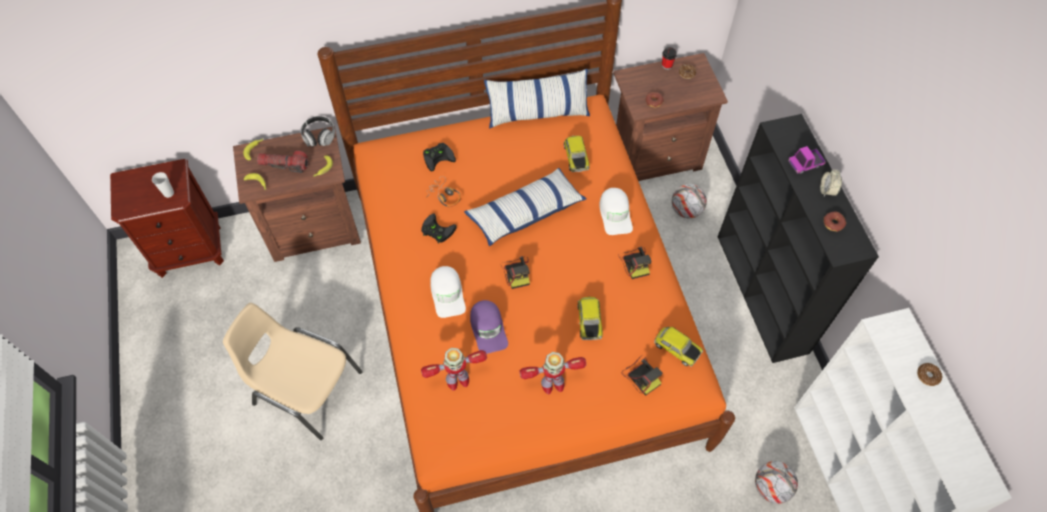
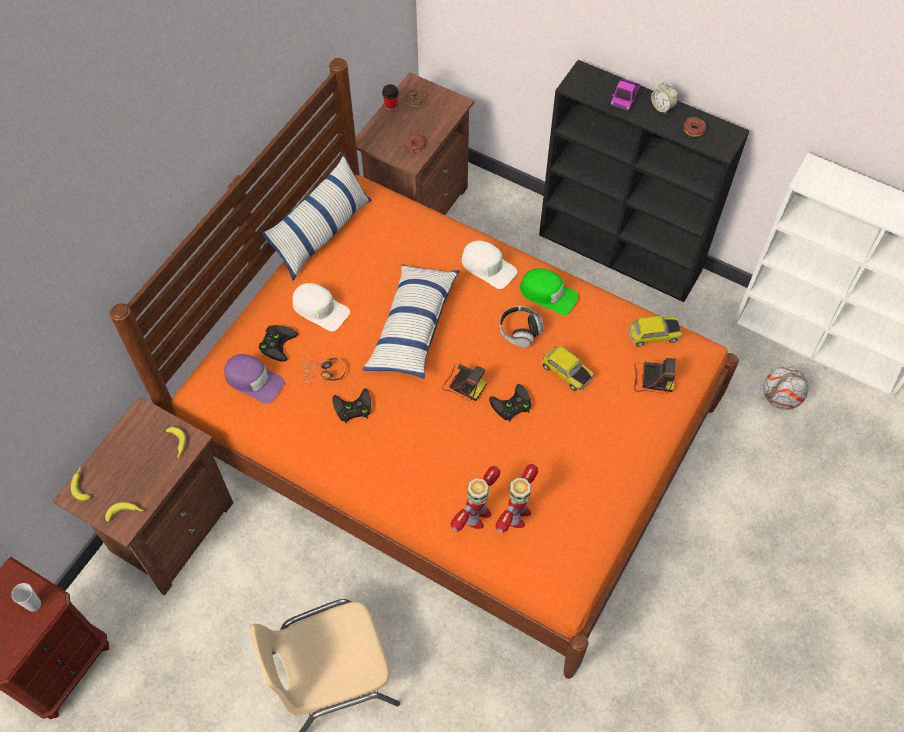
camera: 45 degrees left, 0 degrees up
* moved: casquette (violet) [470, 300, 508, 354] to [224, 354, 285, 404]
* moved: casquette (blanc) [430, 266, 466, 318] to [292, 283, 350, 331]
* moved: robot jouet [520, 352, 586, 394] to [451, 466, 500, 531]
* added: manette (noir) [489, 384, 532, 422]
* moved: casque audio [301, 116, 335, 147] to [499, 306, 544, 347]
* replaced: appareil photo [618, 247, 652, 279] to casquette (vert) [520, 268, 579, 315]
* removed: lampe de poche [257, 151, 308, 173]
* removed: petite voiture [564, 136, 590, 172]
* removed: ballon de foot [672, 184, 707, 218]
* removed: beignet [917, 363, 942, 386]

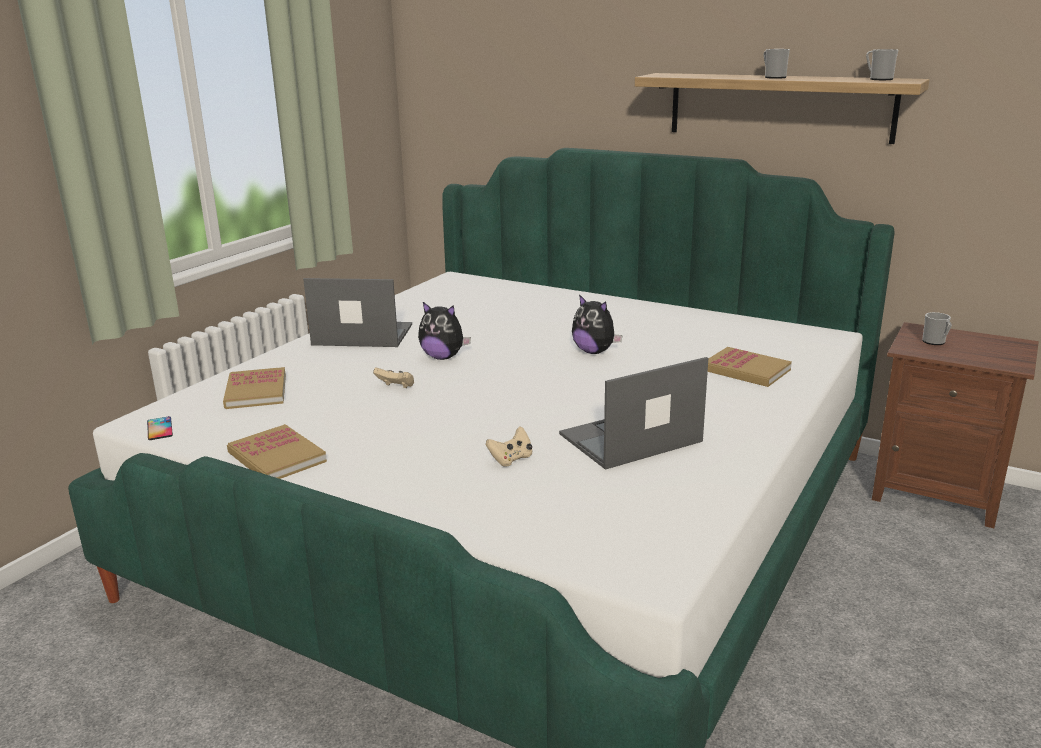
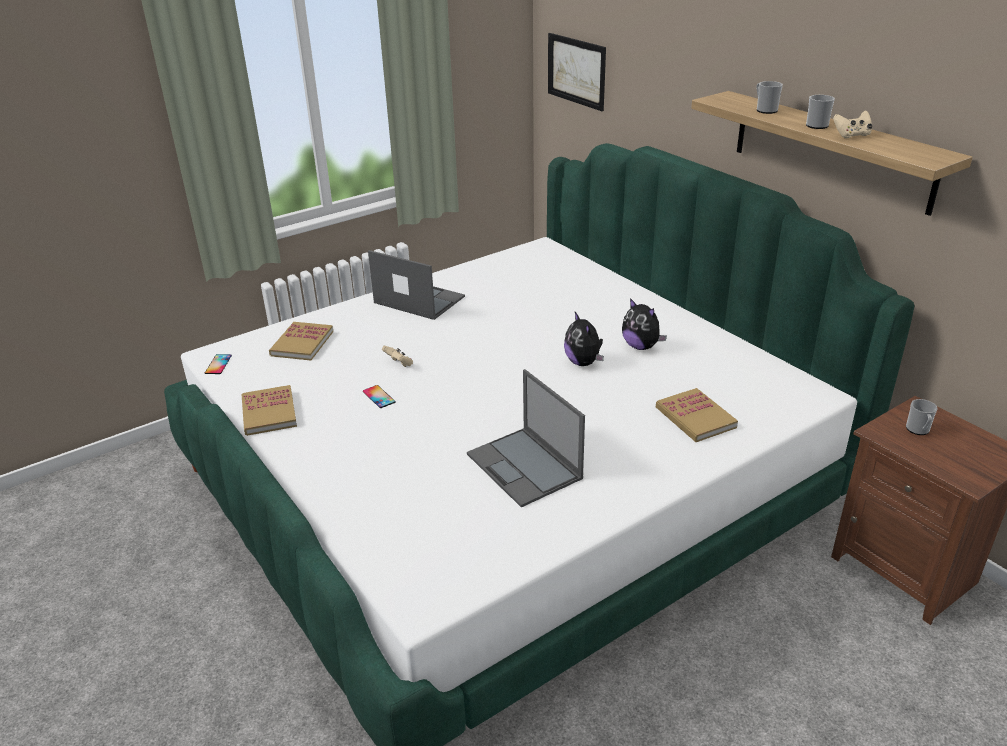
camera: 25 degrees right, 10 degrees up
* added: téléphone [363, 385, 396, 408]
* turned: ordinateur portable [559, 357, 708, 470] = [467, 369, 585, 508] 120 degrees counterclockwise
* added: tableau [548, 33, 606, 111]
* moved: peluche [418, 302, 471, 360] to [622, 298, 667, 350]
* moved: mug [866, 49, 898, 80] to [756, 81, 783, 114]
* moved: manette (beige) [486, 426, 532, 467] to [833, 110, 872, 138]

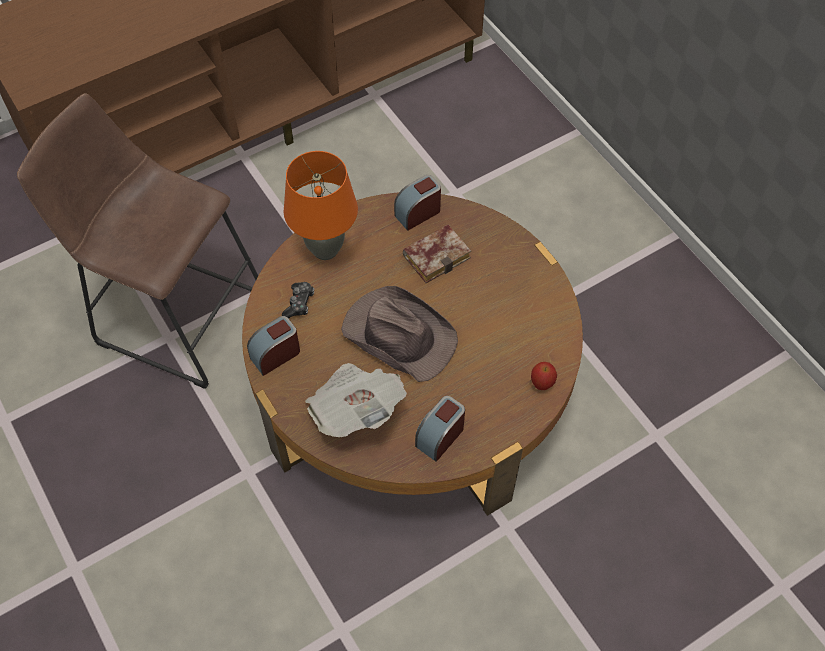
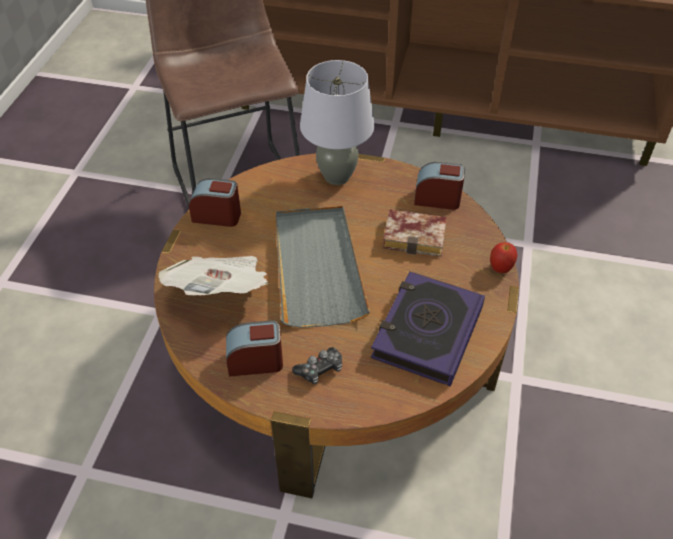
camera: 45 degrees right, 10 degrees down
* replaced: chapeau (marron) [341, 286, 458, 382] to plateau (gris) [276, 206, 370, 328]
* moved: manette [282, 282, 314, 318] to [292, 347, 342, 384]
* recoloured: lampe de table (orange) [283, 151, 358, 260] to lampe de table (gris) [300, 60, 375, 185]
* added: livre [371, 271, 485, 386]
* moved: pomme [531, 362, 557, 390] to [490, 242, 518, 273]

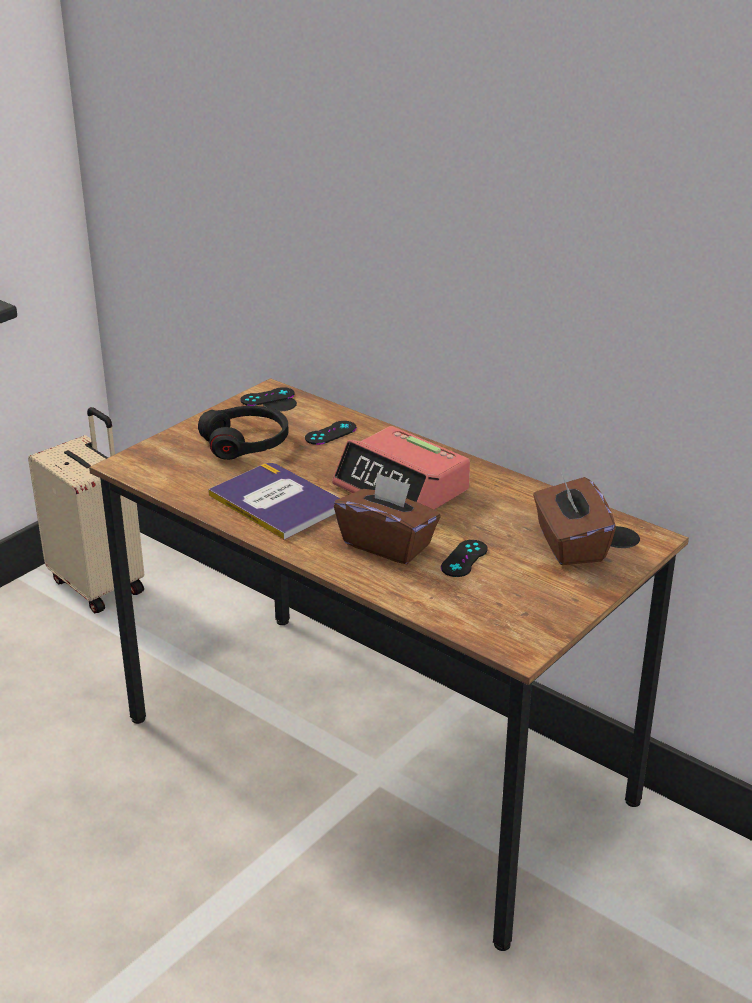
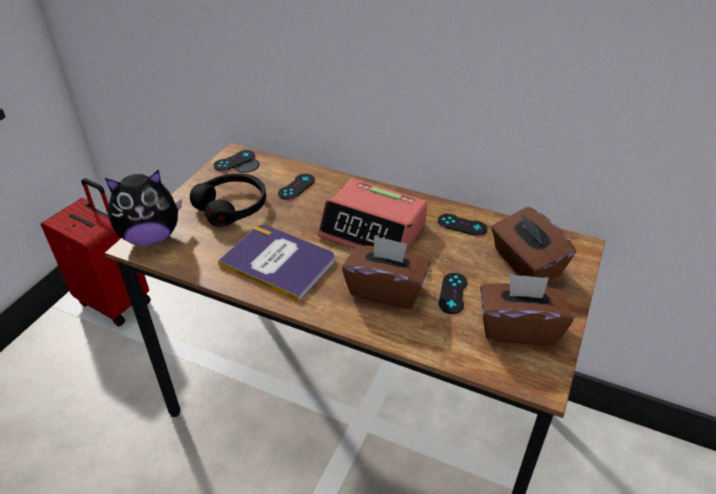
camera: 15 degrees left, 10 degrees up
* recoloured: valise (beige) [28, 407, 144, 613] to valise (rouge) [41, 178, 151, 326]
* added: peluche [105, 170, 182, 246]
* added: manette (noir) [438, 214, 487, 236]
* added: boîte à mouchoirs (marron) [480, 274, 574, 345]

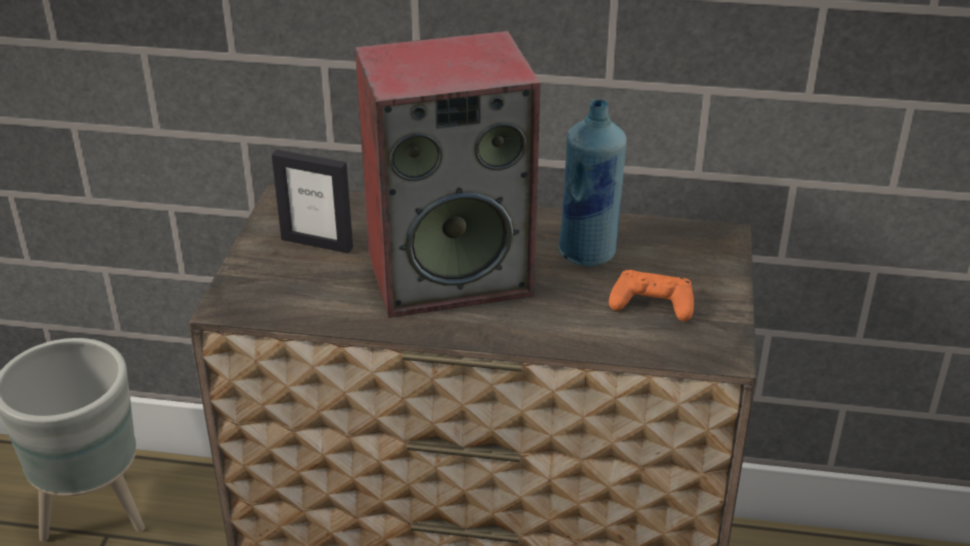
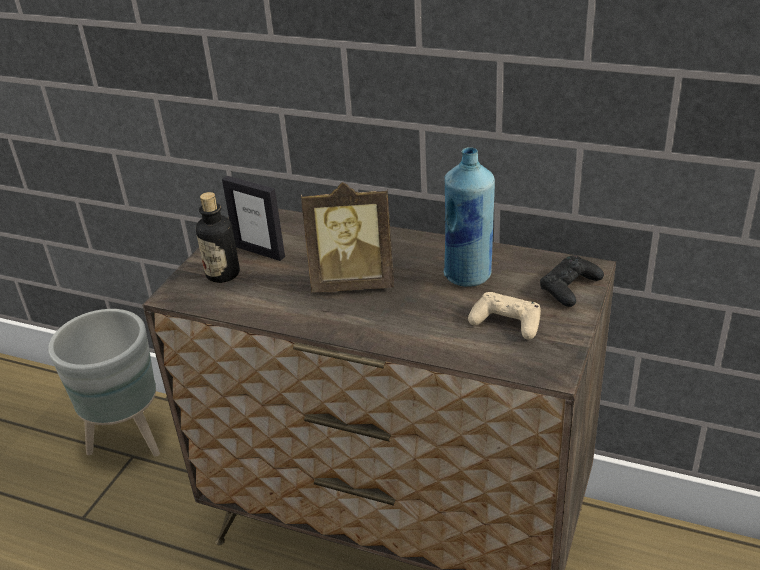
camera: 15 degrees right, 0 degrees up
* added: bouteille [196, 192, 240, 283]
* replaced: enceinte [355, 31, 541, 318] to cadre photo [301, 182, 394, 293]
* recoloured: manette (orange) [609, 270, 694, 322] to manette (beige) [468, 292, 541, 340]
* added: manette (noir) [540, 255, 604, 307]

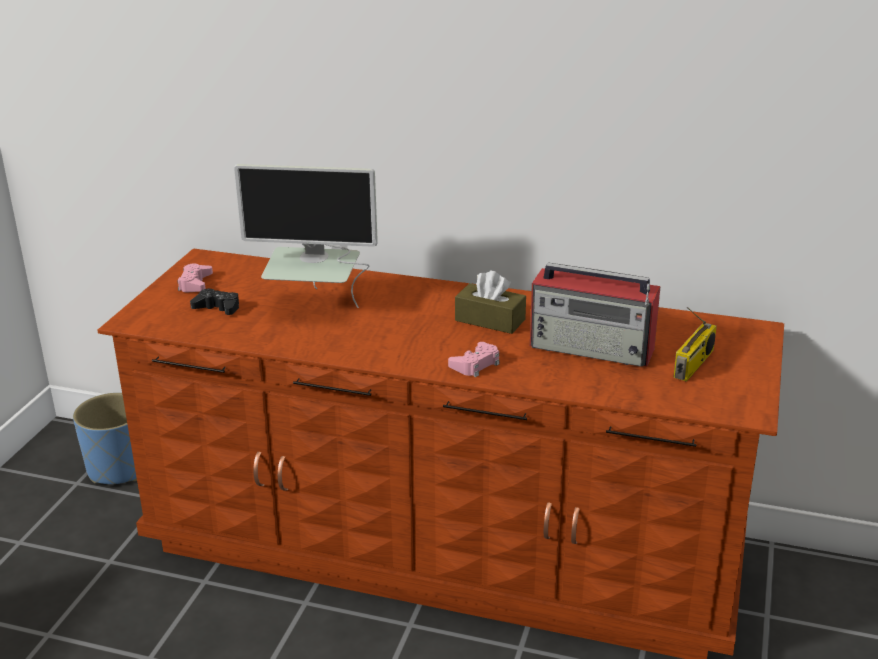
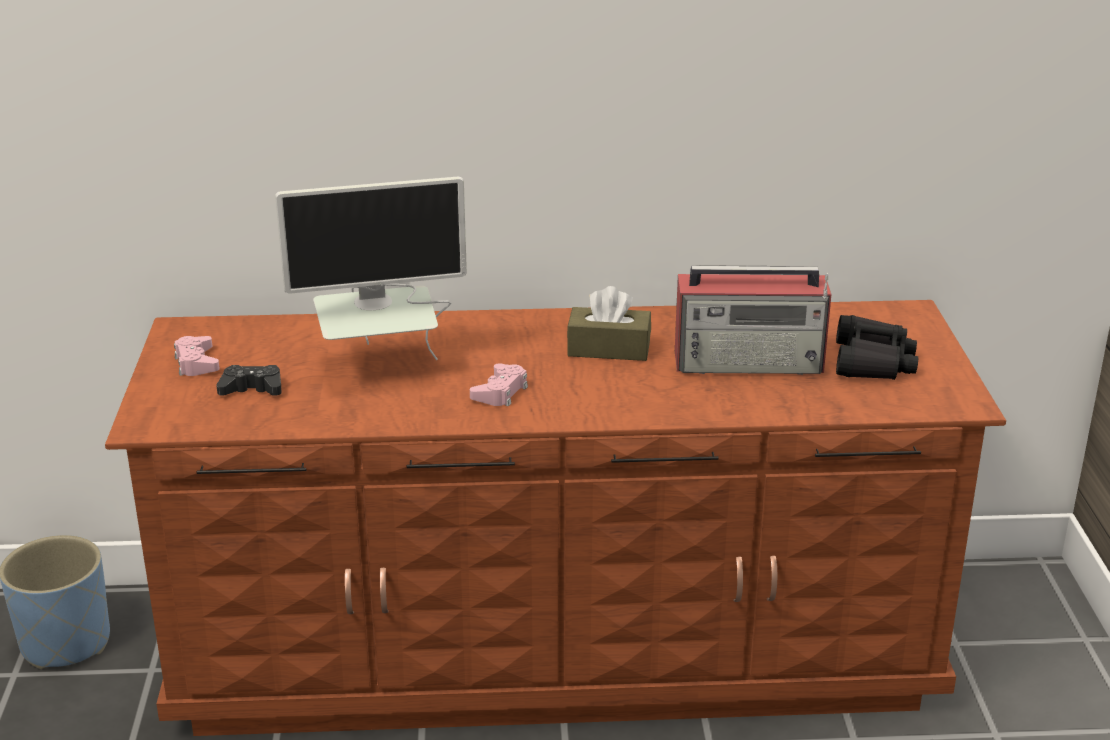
camera: 20 degrees left, 0 degrees up
* moved: manette (rose) [448, 342, 500, 377] to [470, 363, 528, 406]
* replaced: radio [673, 307, 717, 382] to jumelles (noir) [836, 315, 918, 380]

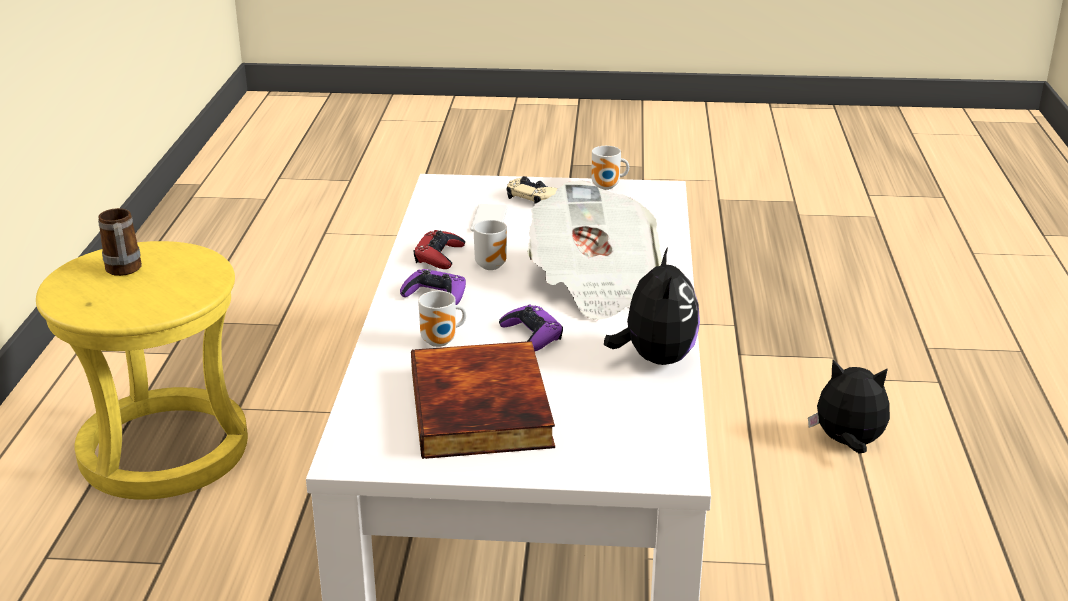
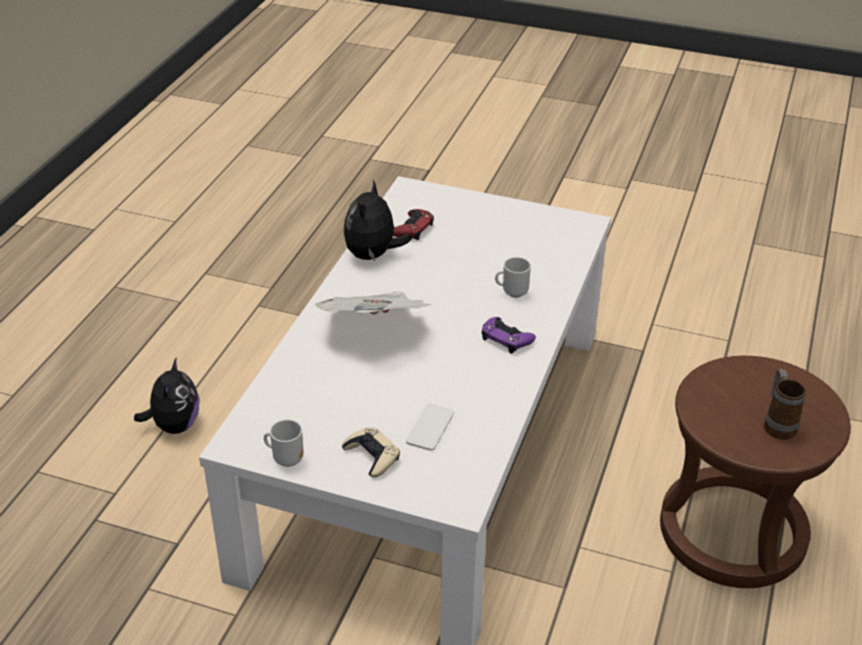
camera: 165 degrees left, 10 degrees up
* turned: peluche [808, 359, 890, 454] = [134, 358, 200, 434] 120 degrees counterclockwise
* moved: manette (rouge) [413, 230, 465, 269] to [393, 209, 434, 240]
* recoloured: tabouret (jaune) [36, 241, 248, 500] to tabouret (marron) [660, 356, 851, 588]
* removed: livre [411, 341, 555, 459]
* removed: mug [473, 220, 507, 270]
* removed: manette (violet) [499, 305, 563, 351]

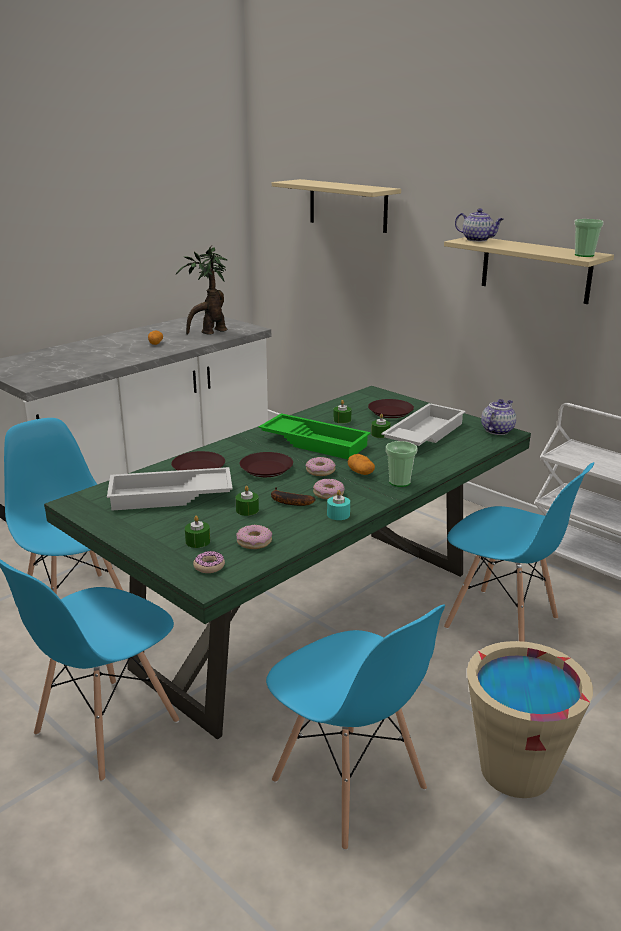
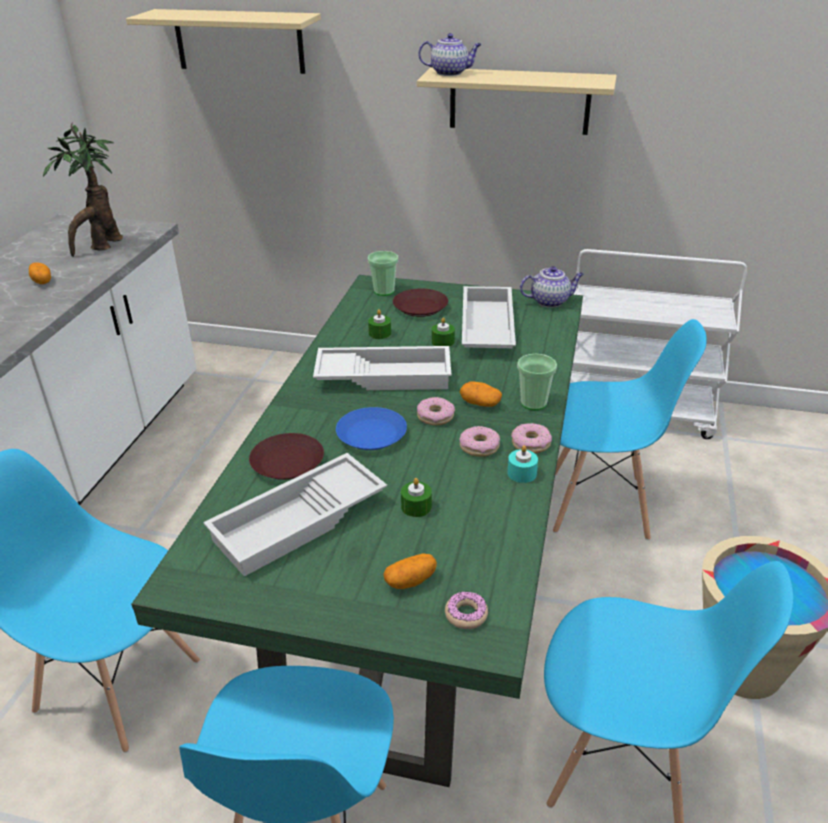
camera: 30 degrees left, 10 degrees up
* recoloured: plateau (vert) [258, 413, 371, 459] to plateau (blanc) [313, 346, 452, 390]
* recoloured: assiette (marron) [240, 452, 293, 477] to assiette (bleu) [336, 407, 407, 450]
* moved: tasse [574, 219, 604, 257] to [368, 251, 398, 296]
* replaced: bougie (vert) [185, 515, 210, 548] to pomme de terre [383, 553, 437, 589]
* moved: beignet [236, 524, 272, 549] to [511, 423, 552, 453]
* turned: théière [481, 399, 516, 435] = [520, 266, 584, 308] 75 degrees clockwise
* removed: banane [271, 487, 316, 506]

